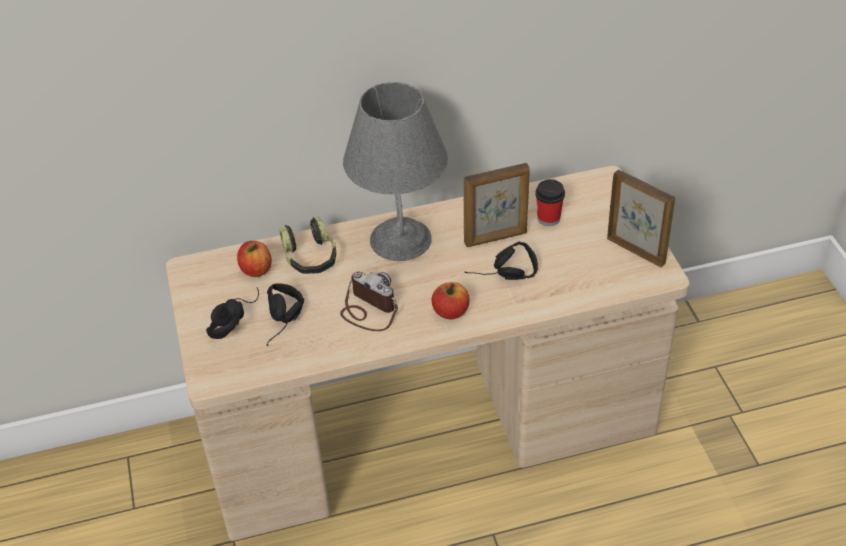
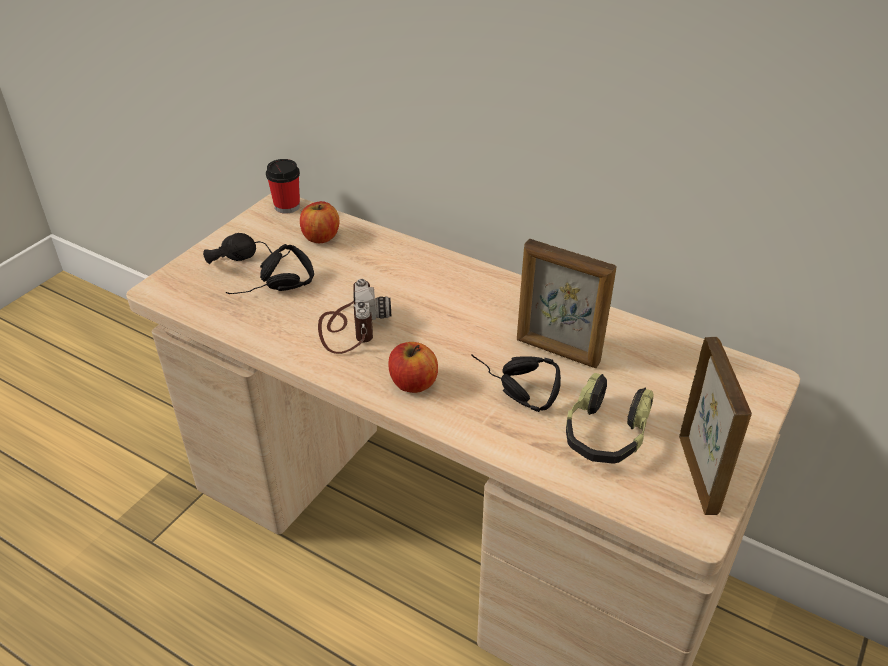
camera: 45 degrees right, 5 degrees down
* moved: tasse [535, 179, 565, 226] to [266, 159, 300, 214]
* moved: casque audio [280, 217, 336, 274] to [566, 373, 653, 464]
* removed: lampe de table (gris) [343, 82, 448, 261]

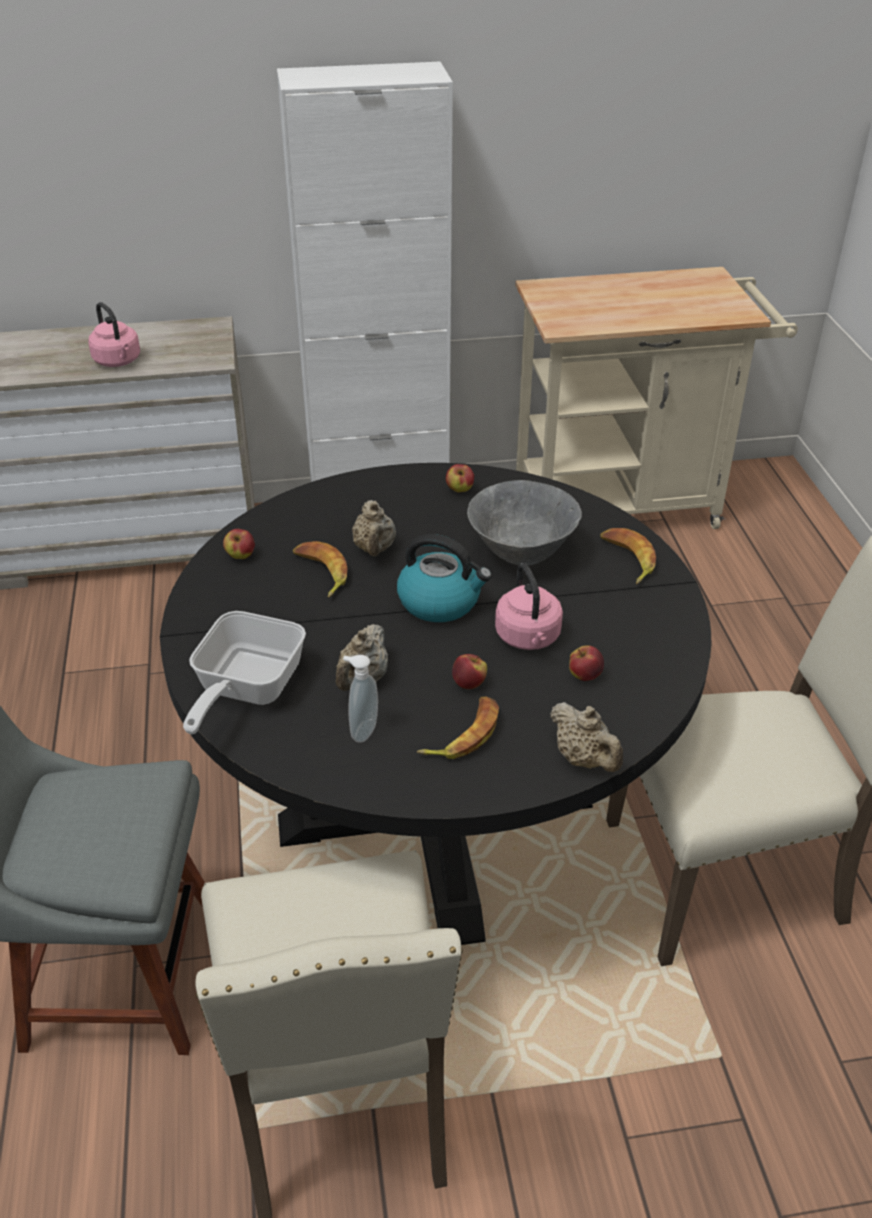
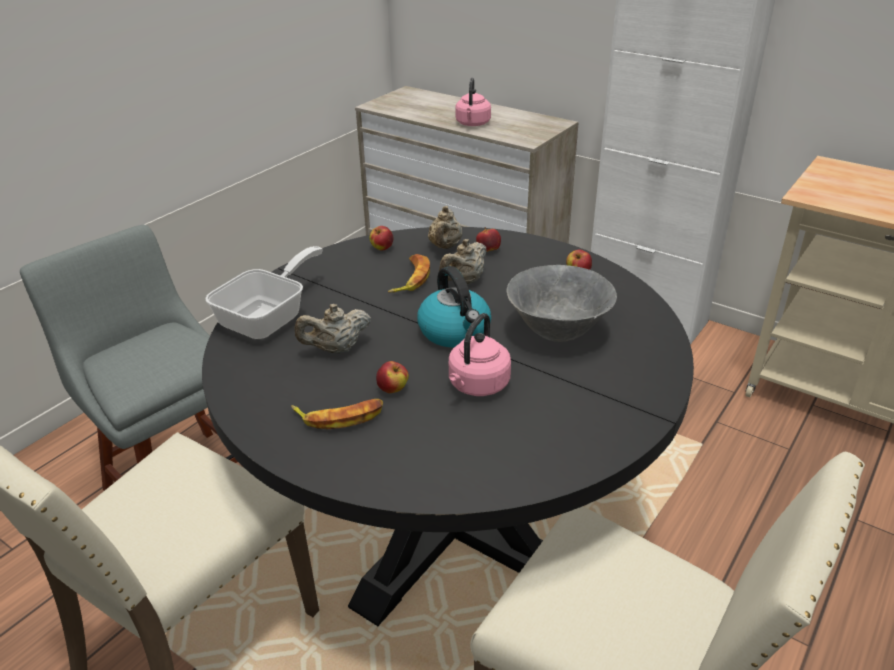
camera: 45 degrees right, 5 degrees down
* turned: poêle [183, 611, 306, 734] = [205, 246, 323, 339] 150 degrees clockwise
* moved: théière (beige) [550, 702, 623, 772] to [428, 206, 462, 249]
* moved: pomme [569, 645, 604, 681] to [476, 227, 501, 252]
* removed: distributeur de savon [343, 655, 378, 743]
* removed: banane [600, 528, 656, 584]

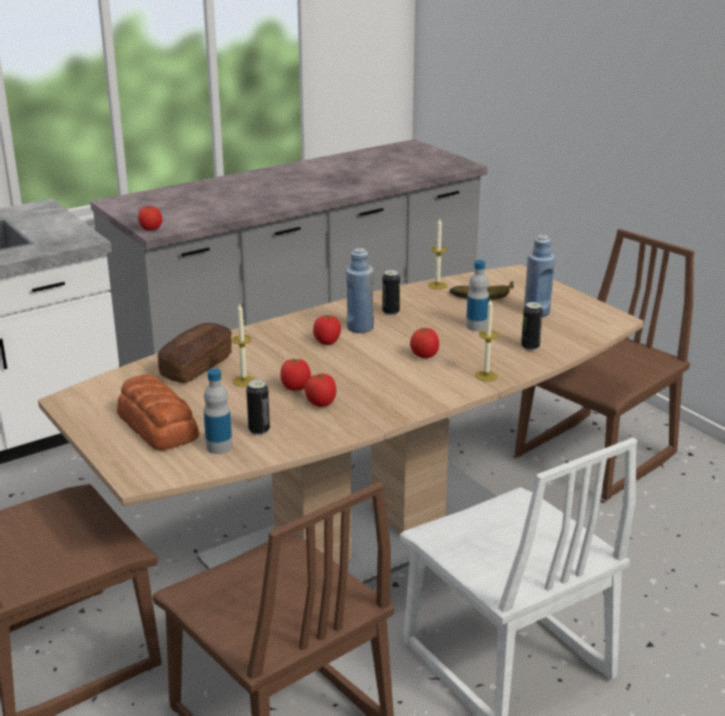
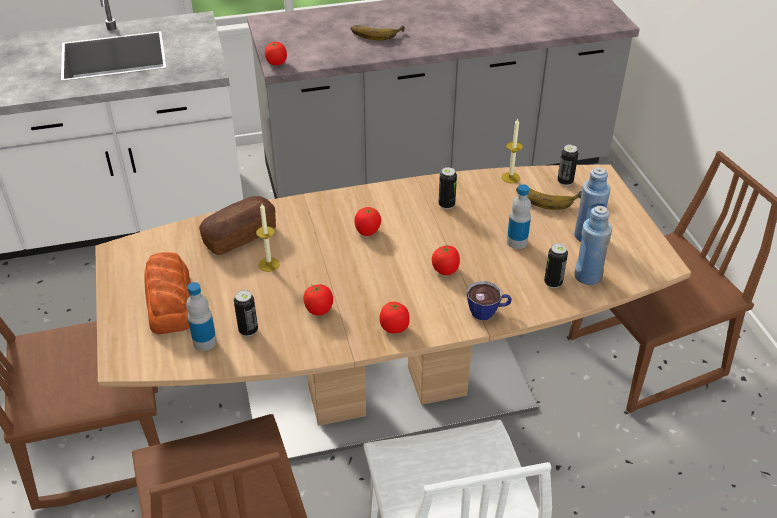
camera: 20 degrees right, 15 degrees up
* added: banane [351, 25, 405, 41]
* moved: tomate [280, 357, 311, 391] to [379, 301, 410, 334]
* replaced: bougie [475, 299, 498, 382] to tasse [467, 281, 512, 320]
* added: boîte métallique [557, 145, 578, 186]
* moved: bouteille (bleu) [346, 248, 374, 333] to [575, 206, 612, 285]

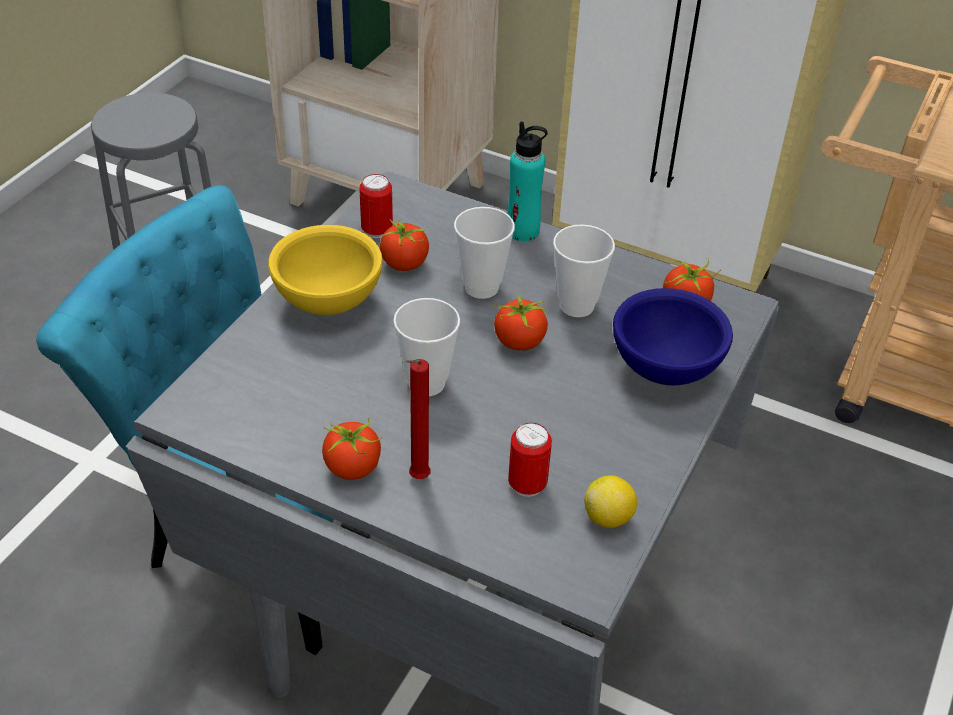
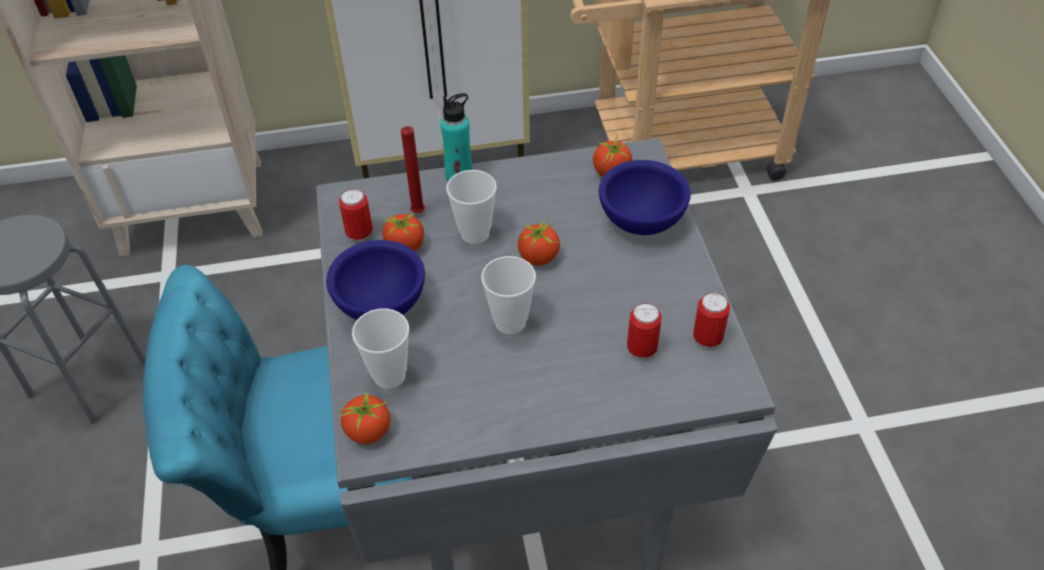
camera: 35 degrees left, 5 degrees up
* recoloured: bol (jaune) [268, 225, 383, 315] to bol (bleu) [326, 240, 425, 320]
* moved: tomate [322, 418, 382, 480] to [338, 389, 390, 444]
* moved: tasse [553, 224, 615, 317] to [352, 308, 409, 389]
* moved: bougie (rouge) [406, 359, 431, 479] to [401, 126, 425, 214]
* replaced: citron [584, 475, 637, 528] to boîte métallique [693, 292, 730, 348]

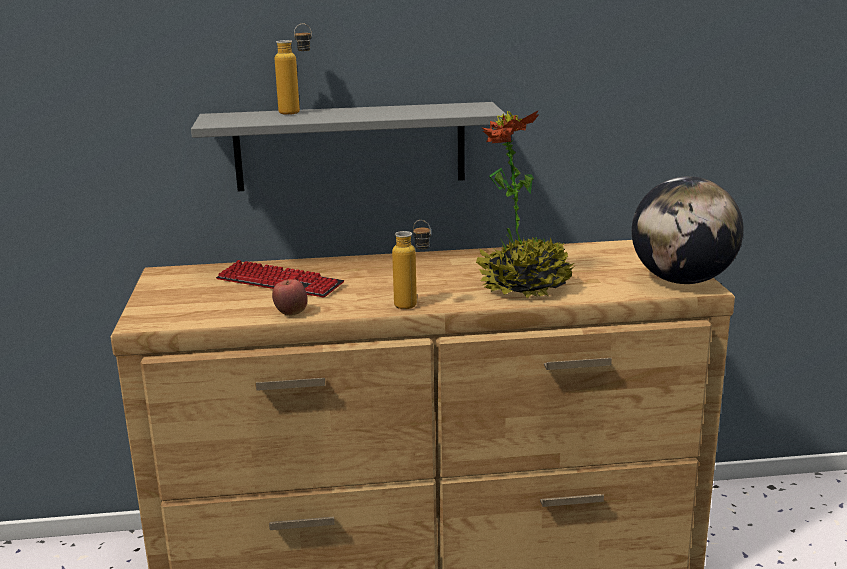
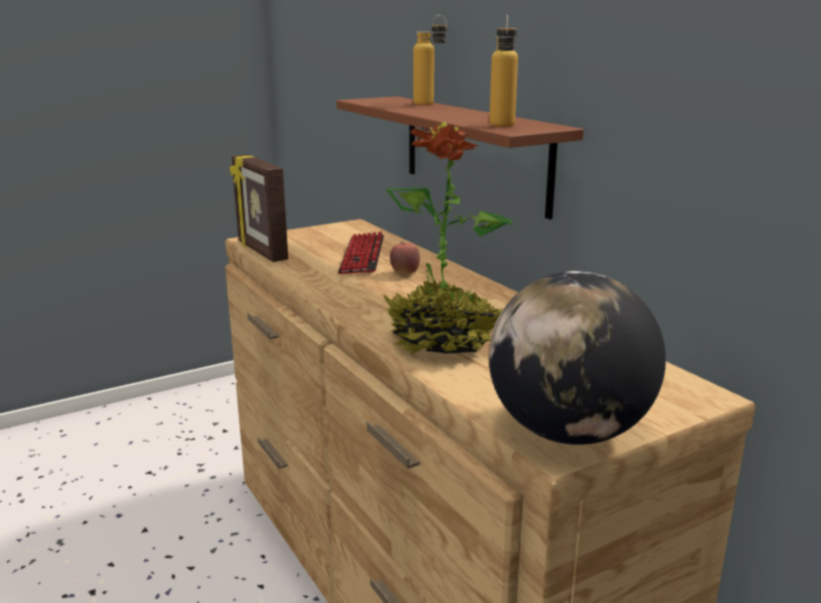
camera: 65 degrees right, 0 degrees up
* added: cadre photo [230, 154, 288, 262]
* recoloured: étagère (gris) [191, 102, 507, 191] to étagère (marron) [337, 96, 584, 219]
* moved: pomme [272, 279, 307, 316] to [390, 241, 420, 275]
* moved: bouteille [392, 220, 431, 309] to [489, 15, 518, 127]

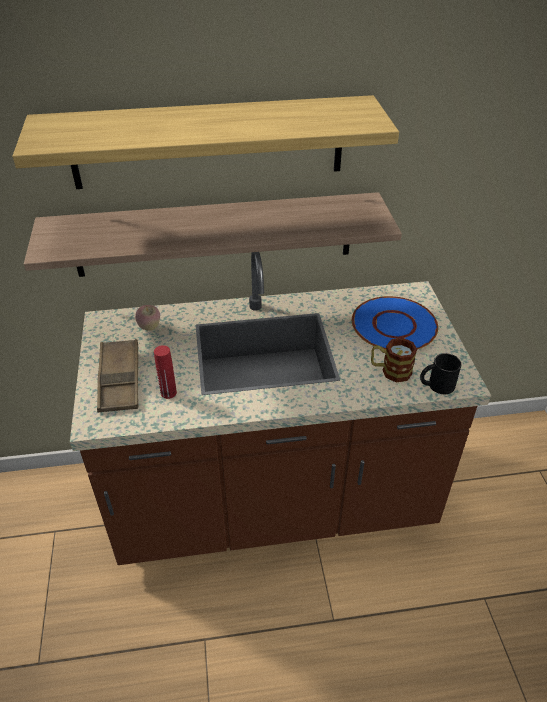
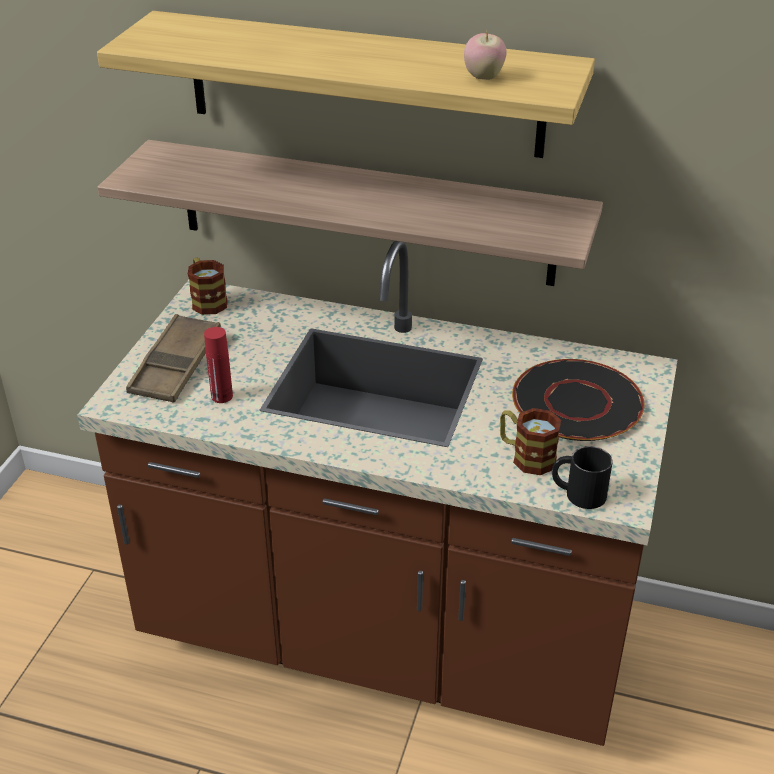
camera: 25 degrees right, 5 degrees down
* added: mug [188, 258, 228, 315]
* moved: pomme [135, 305, 160, 330] to [464, 33, 507, 80]
* recoloured: assiette (bleu) [352, 296, 438, 350] to assiette (noir) [512, 359, 645, 441]

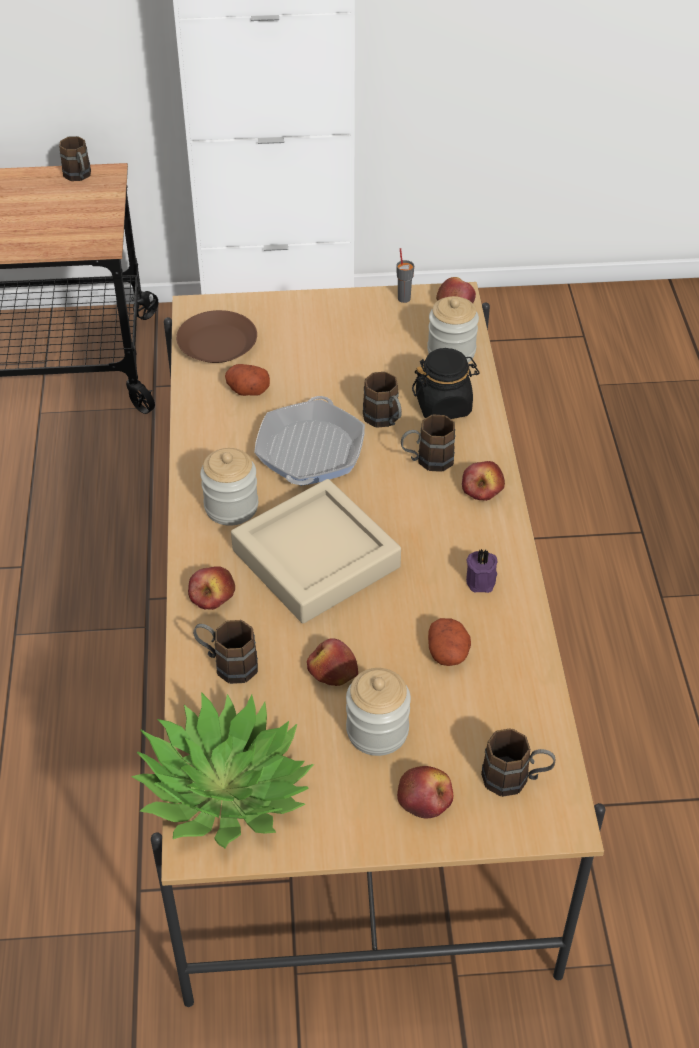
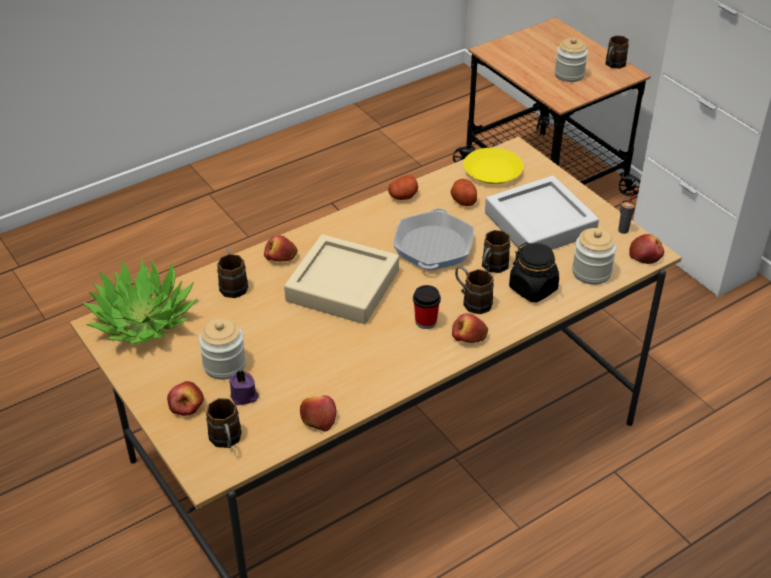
camera: 60 degrees right, 5 degrees down
* moved: bougie (violet) [466, 549, 497, 593] to [229, 371, 258, 405]
* moved: pomme [307, 638, 358, 686] to [300, 395, 336, 432]
* moved: pomme de terre [428, 618, 471, 666] to [388, 175, 418, 200]
* turned: poêle [254, 396, 365, 486] = [394, 208, 474, 271] 60 degrees counterclockwise
* added: tasse [413, 285, 441, 329]
* recoloured: assiette (marron) [176, 310, 257, 363] to assiette (jaune) [464, 148, 523, 184]
* added: plateau (gris) [485, 176, 599, 250]
* moved: bocal [200, 448, 258, 526] to [555, 38, 588, 82]

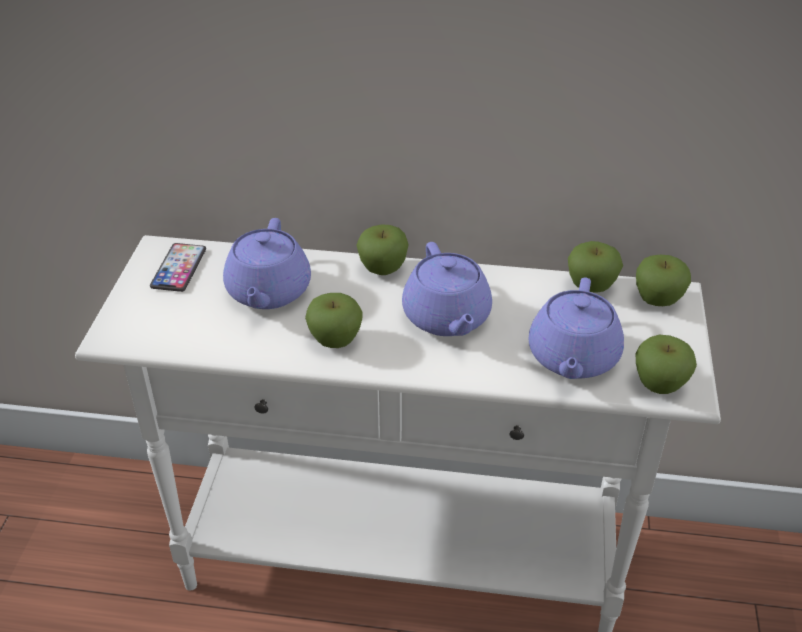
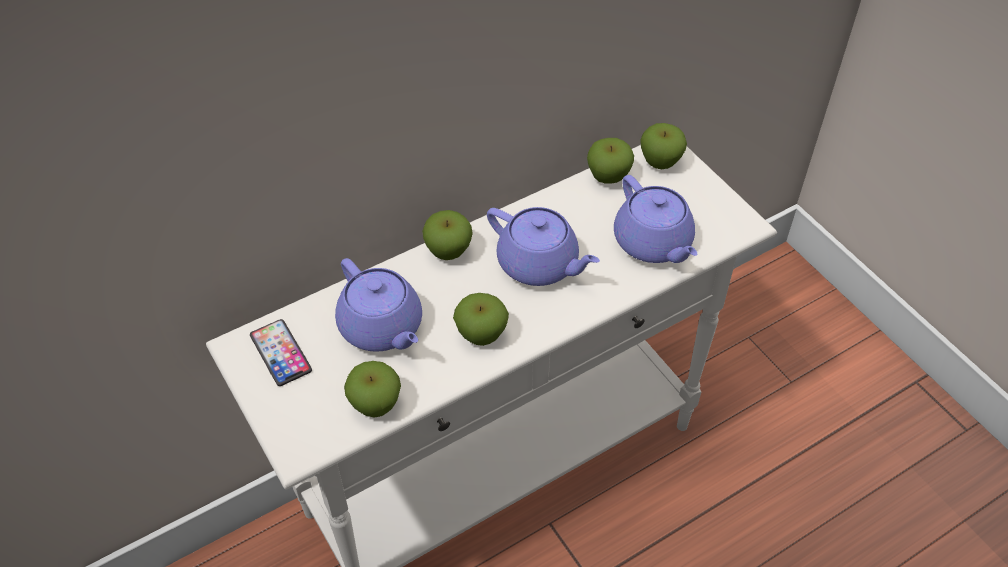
camera: 40 degrees left, 10 degrees up
* moved: pomme [635, 335, 697, 394] to [344, 361, 401, 418]

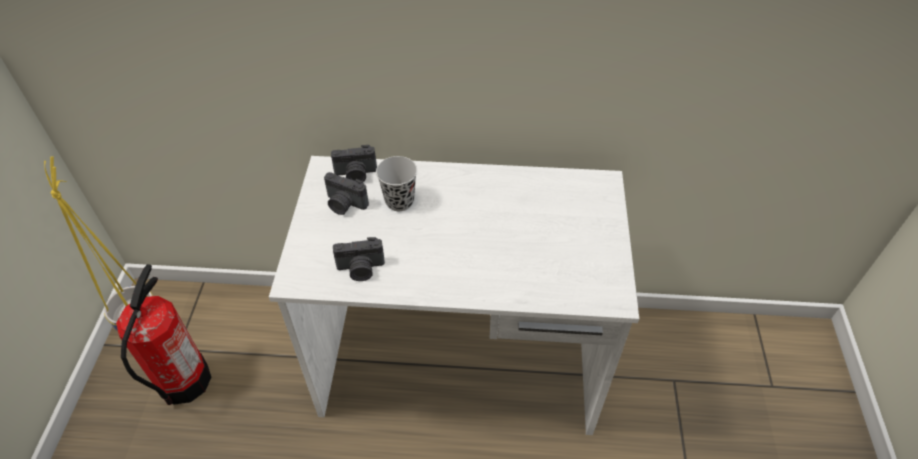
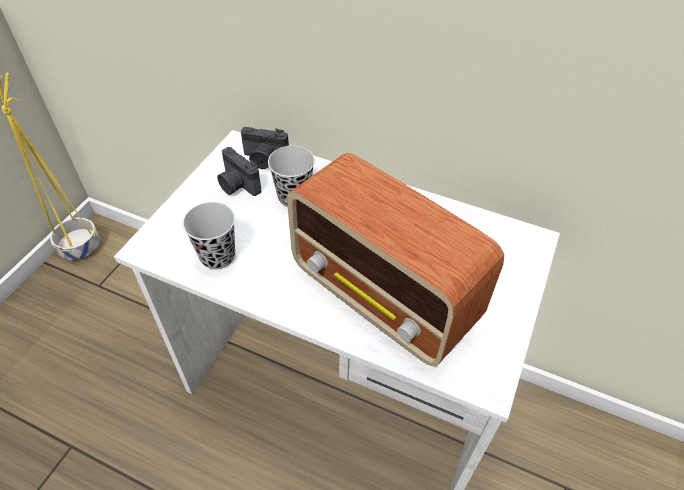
camera: 20 degrees right, 0 degrees up
* replaced: appareil photo [333, 237, 385, 281] to tasse (noir) [183, 202, 235, 269]
* added: radio [287, 153, 504, 367]
* removed: extincteur [116, 264, 211, 405]

